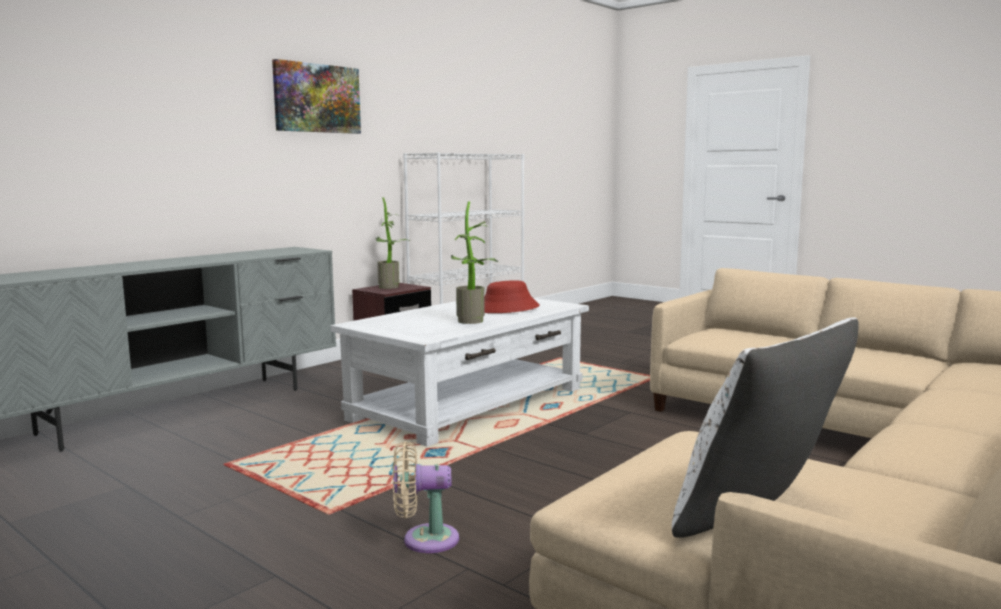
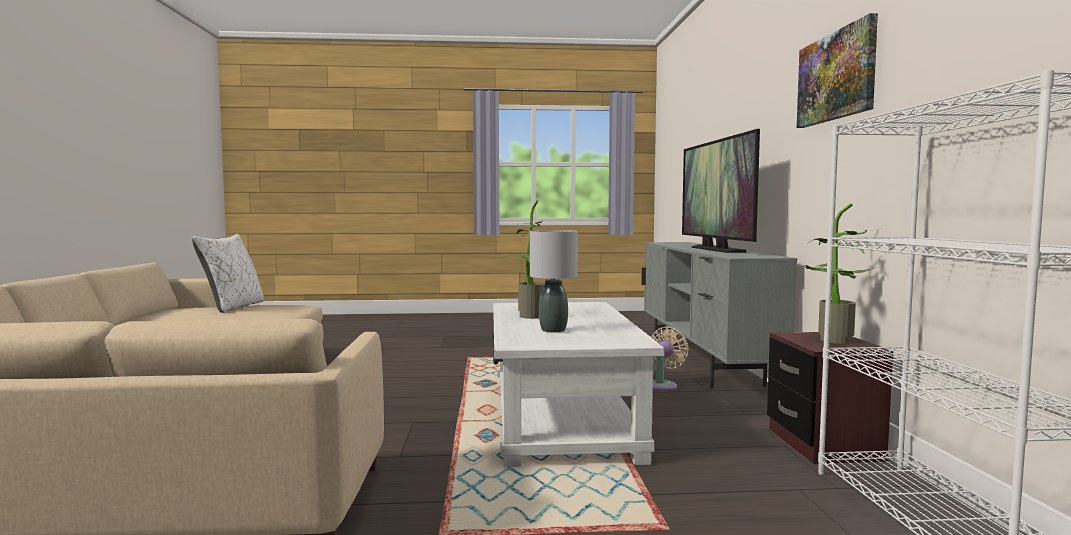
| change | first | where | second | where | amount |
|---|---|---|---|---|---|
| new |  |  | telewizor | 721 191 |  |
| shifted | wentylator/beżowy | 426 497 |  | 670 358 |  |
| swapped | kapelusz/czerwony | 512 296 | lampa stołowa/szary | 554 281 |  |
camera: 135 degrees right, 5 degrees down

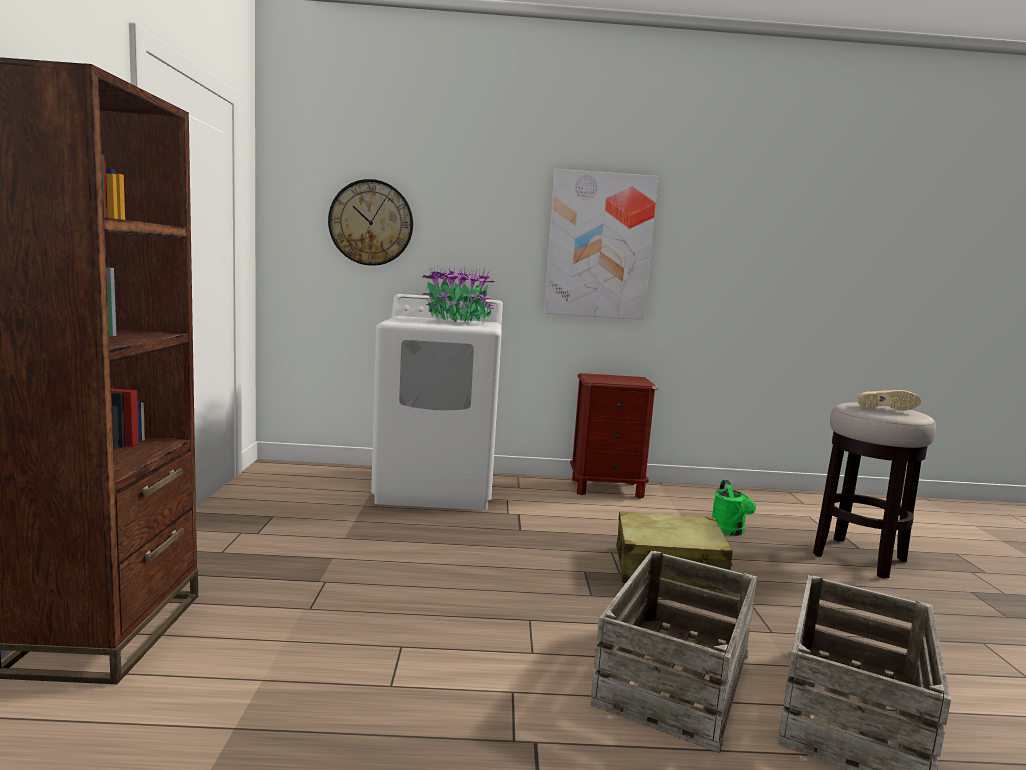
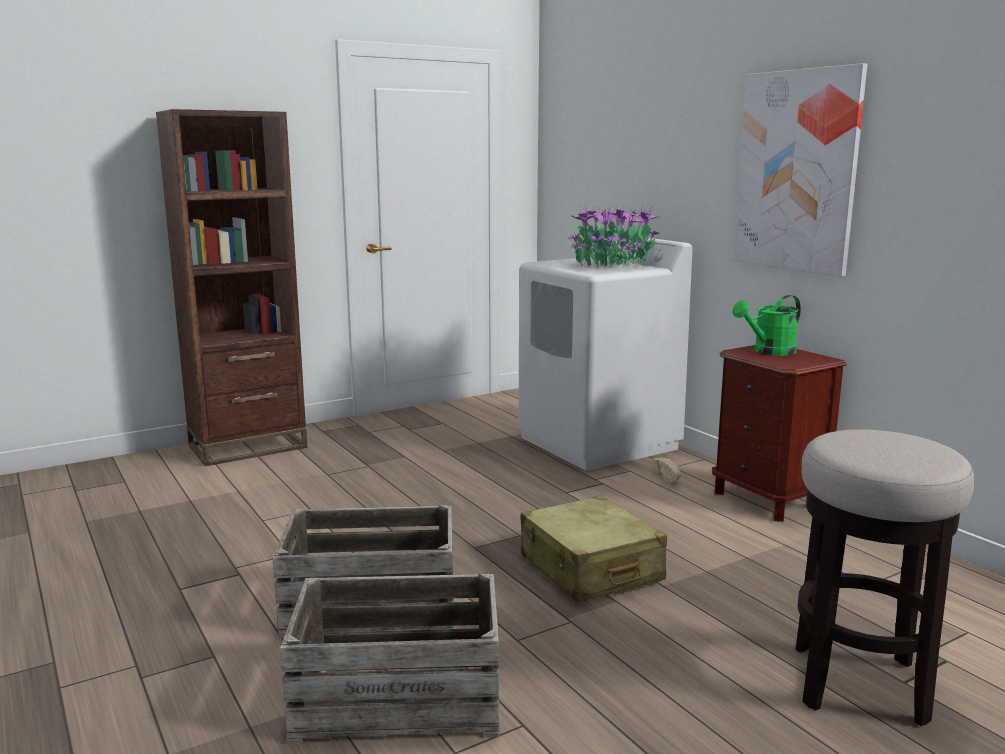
| change | first | where | second | where | amount |
|---|---|---|---|---|---|
| gone | zegar ścienny | 370 222 |  |  |  |
| shifted | konewka/zielony | 734 508 |  | 766 325 |  |
| shifted | but/beżowy | 889 400 |  | 666 470 |  |
camera: 60 degrees right, 5 degrees up

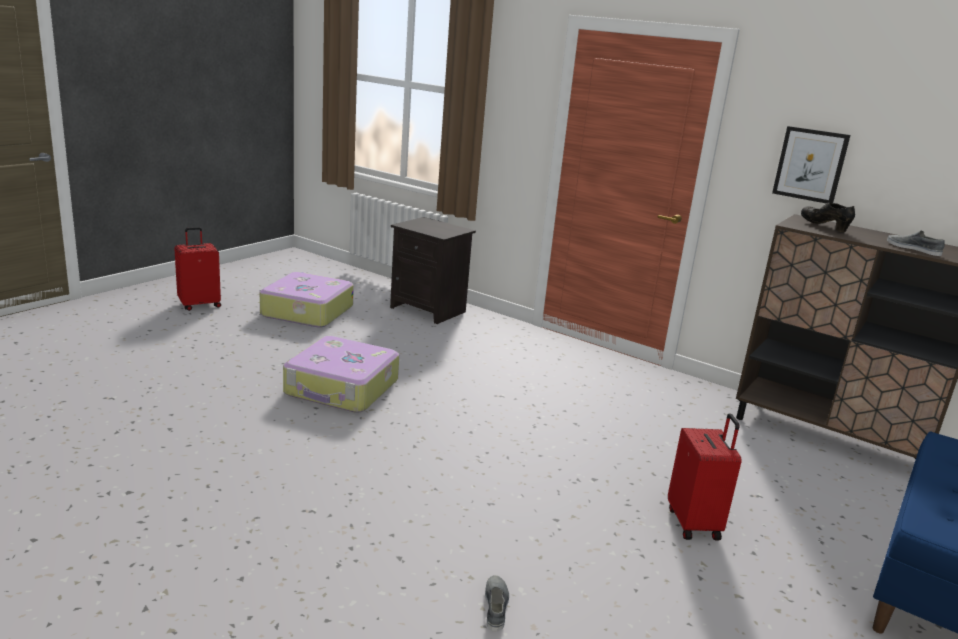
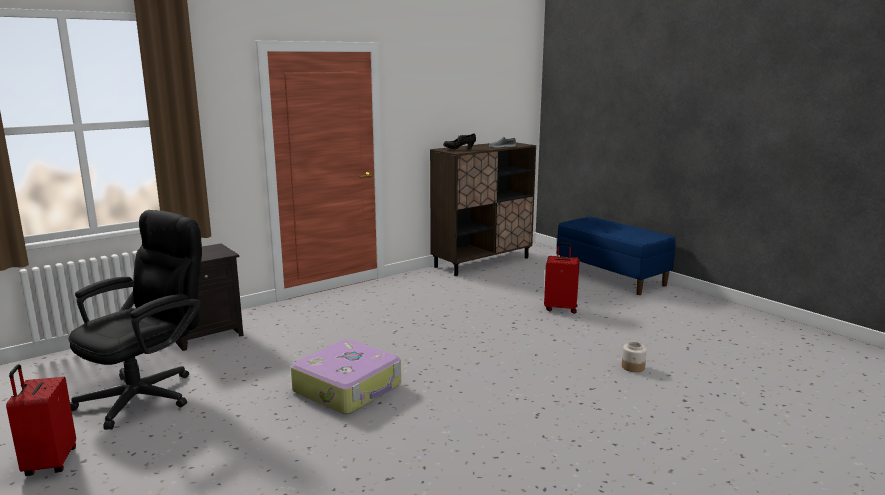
| change | first | where | second | where | amount |
|---|---|---|---|---|---|
| gone | obraz | 811 164 |  |  |  |
| swapped | walizka | 307 300 | krzesło biurowe/czarny | 135 320 |  |
| swapped | but/szary | 497 603 | słoik | 634 357 |  |
camera: 70 degrees left, 5 degrees down

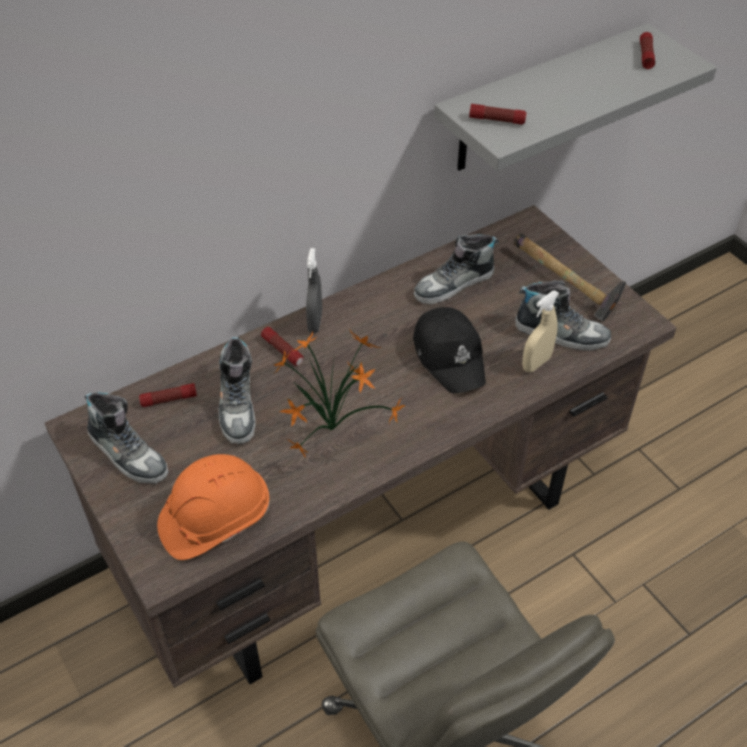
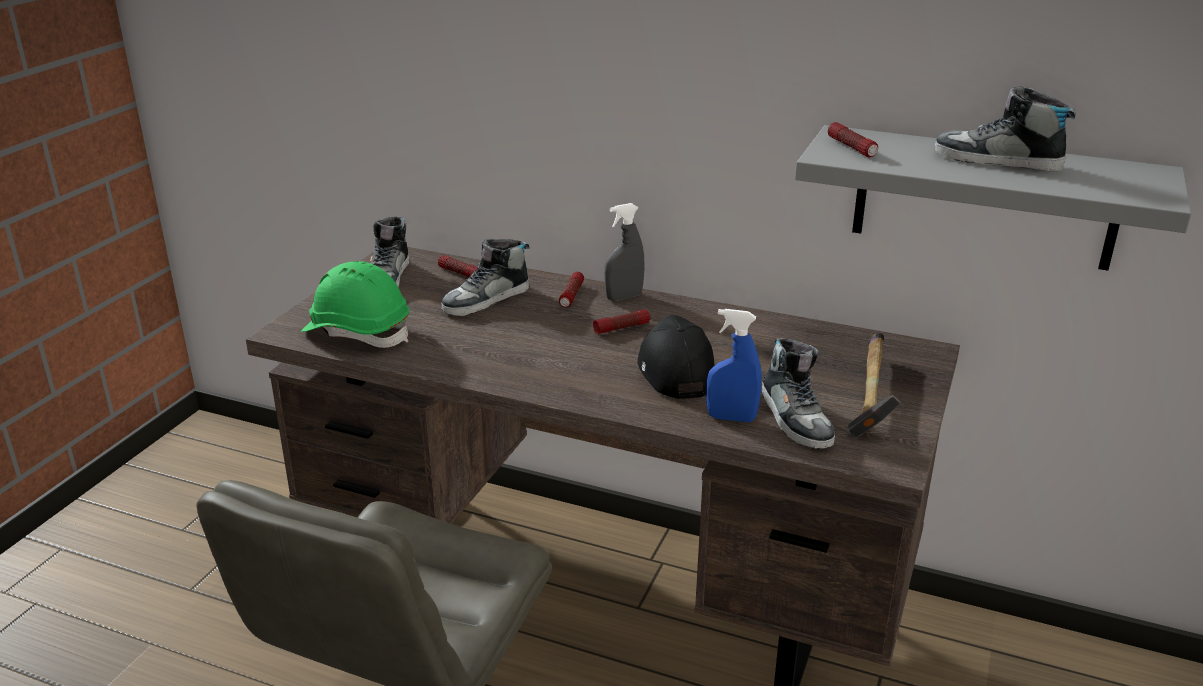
| change | first | where | second | where | amount |
|---|---|---|---|---|---|
| gone | roślina doniczkowa | 339 393 |  |  |  |
| shifted | but | 456 269 |  | 1005 129 |  |
| shifted | latarka | 647 50 |  | 621 321 |  |
| repainted | kask/pomarańczowy | 213 507 | kask/zielony | 355 304 |  |
| repainted | spryskiwacz/beżowy | 540 332 | spryskiwacz/niebieski | 734 365 |  |
| rotated | czapka z daszkiem/czarny | 449 350 |  | 675 357 | 135 degrees clockwise |
camera: 55 degrees right, 20 degrees down

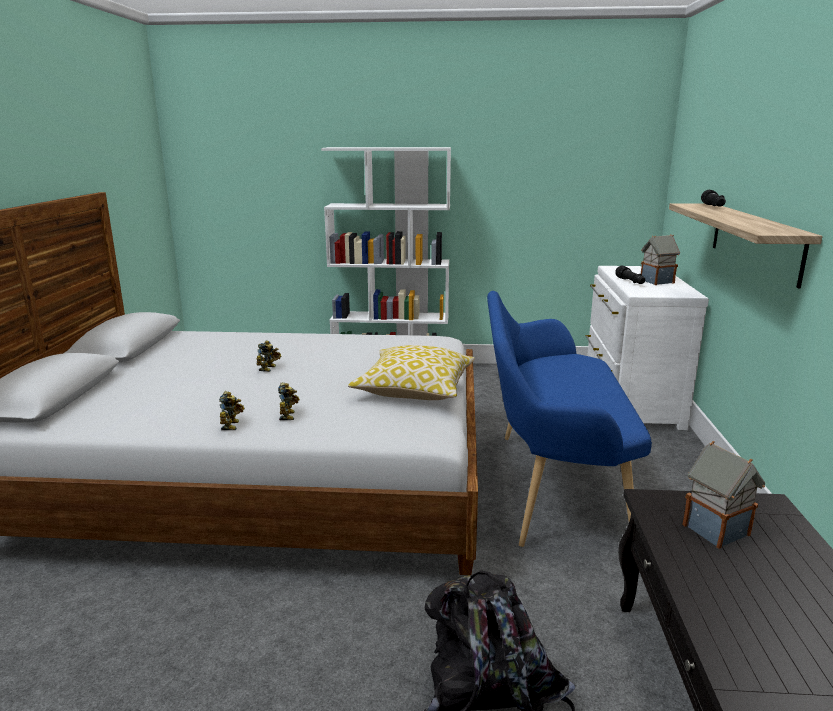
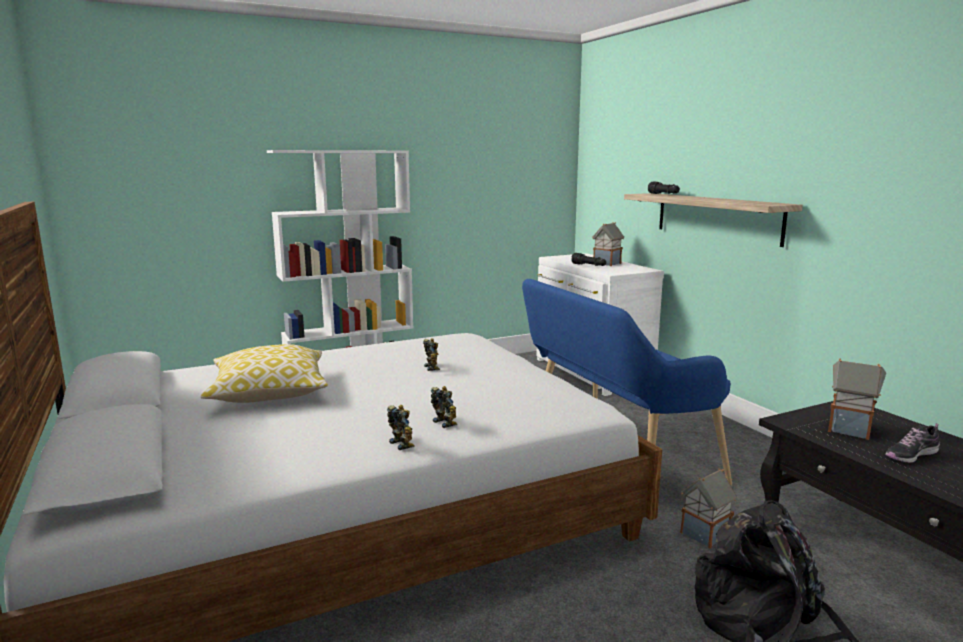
| change | first | where | second | where | amount |
|---|---|---|---|---|---|
| new |  |  | domek | 708 508 |  |
| new |  |  | but | 913 443 |  |
| shifted | robot zabawkowy | 269 356 |  | 431 354 |  |
| shifted | poduszka | 411 372 |  | 264 373 |  |
camera: 30 degrees left, 5 degrees down

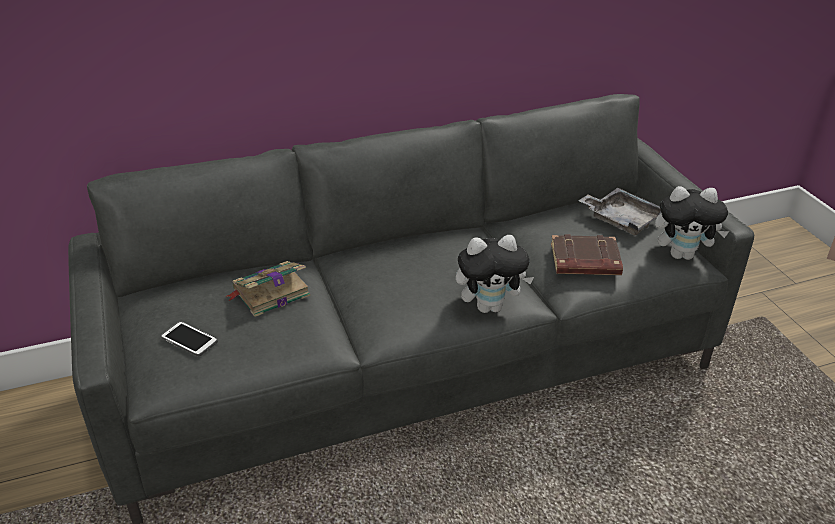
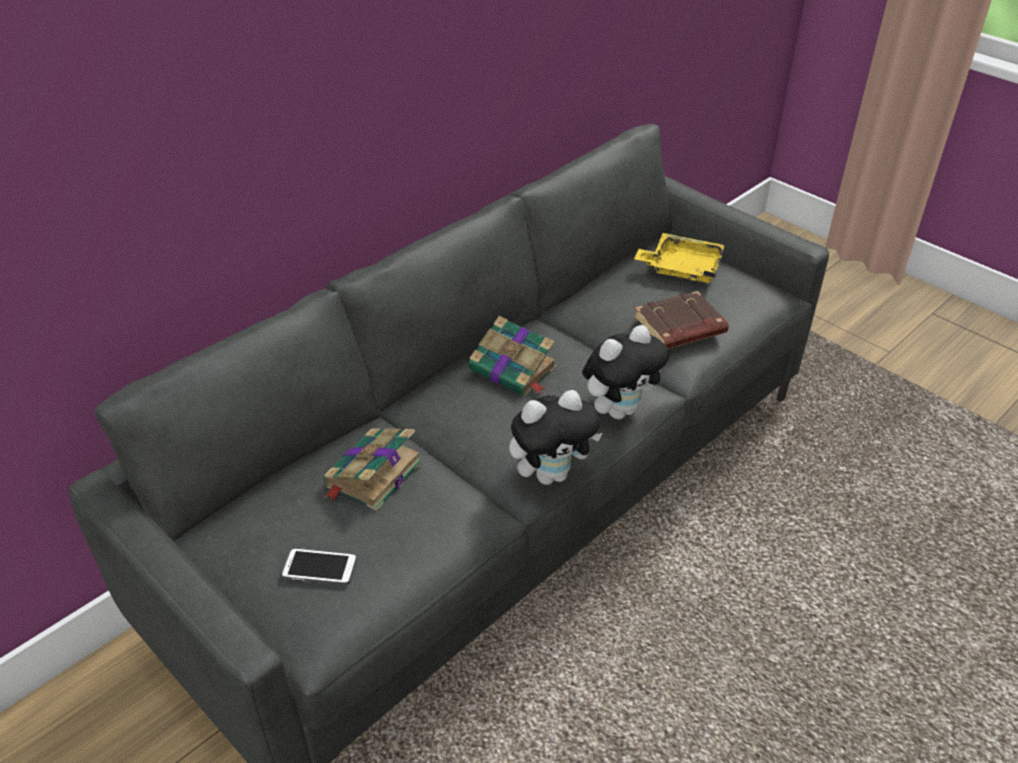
| change | first | where | second | where | amount |
|---|---|---|---|---|---|
| new |  |  | książka | 513 356 |  |
| shifted | pluszak | 692 223 |  | 555 437 |  |
| repainted | taca/szary | 619 211 | taca/żółty | 679 258 |  |
camera: 25 degrees left, 5 degrees up

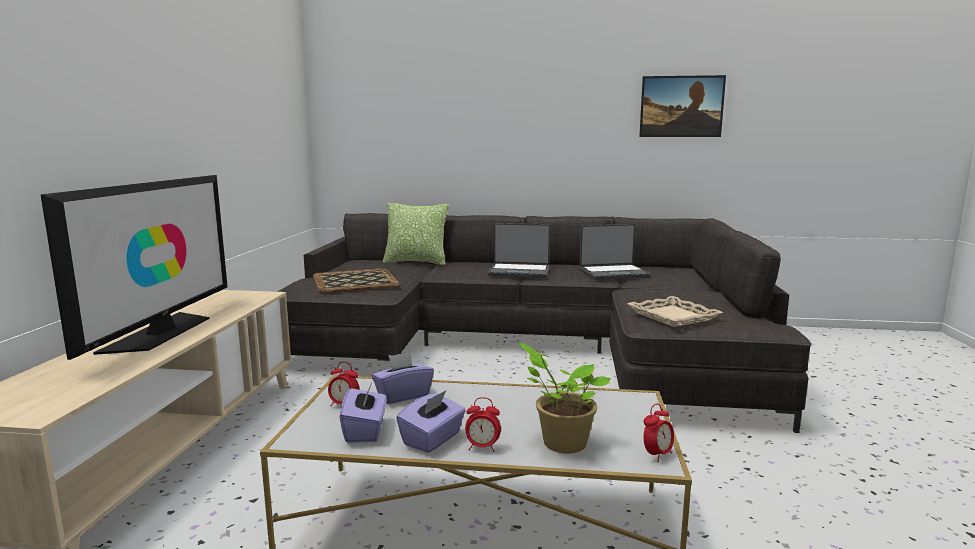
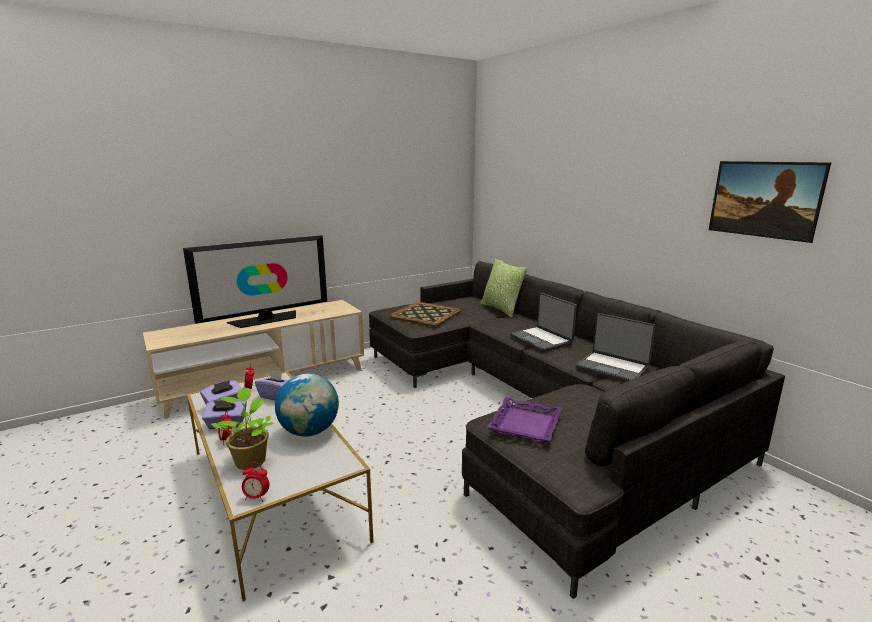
| change | first | where | second | where | amount |
|---|---|---|---|---|---|
| new |  |  | globus | 307 404 |  |
| repainted | taca/beżowy | 675 311 | taca/fioletowy | 524 420 |  |
camera: 50 degrees right, 5 degrees up

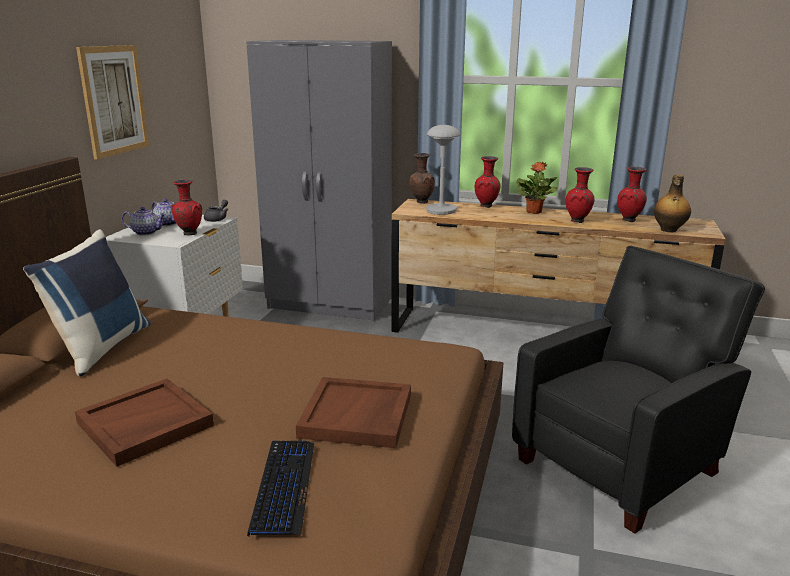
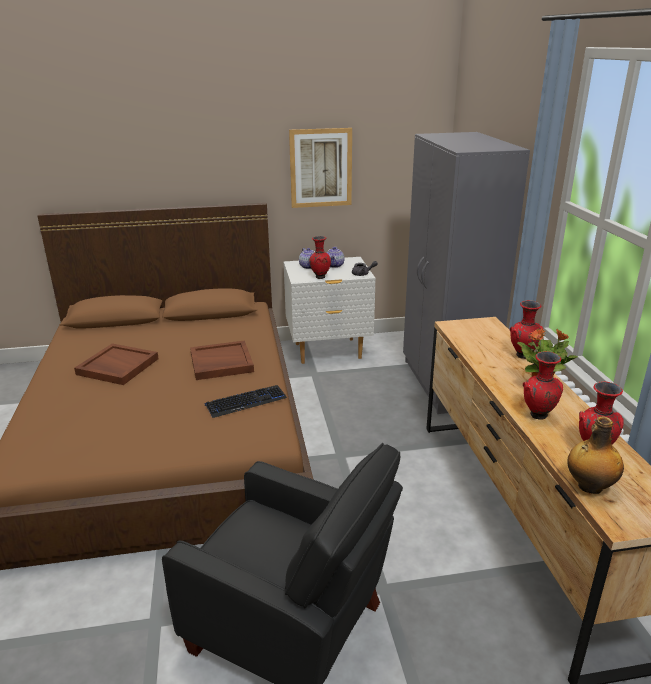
| change | first | where | second | where | amount |
|---|---|---|---|---|---|
| gone | poduszka/niebieski | 87 303 |  |  |  |
| gone | wazon/brązowy | 422 178 |  |  |  |
| gone | lampa stołowa/szary | 443 170 |  |  |  |
| shifted | klawiatura | 280 489 |  | 246 401 |  |
| shifted | taca/brązowy | 353 412 |  | 222 360 |  |
camera: 65 degrees right, 5 degrees up

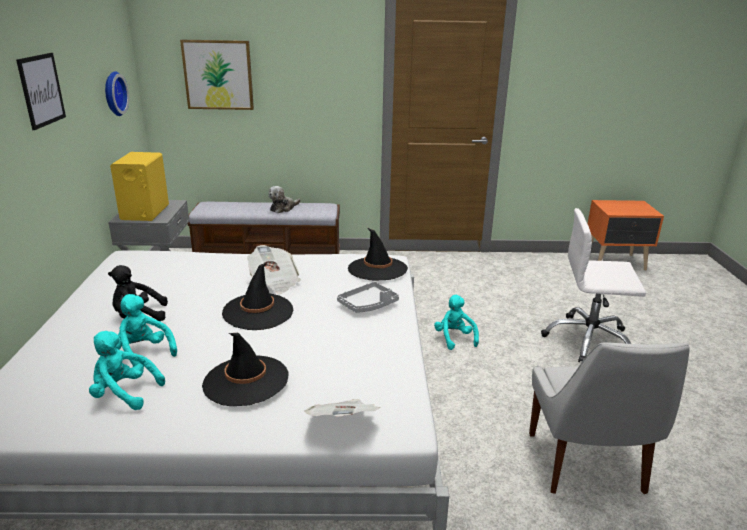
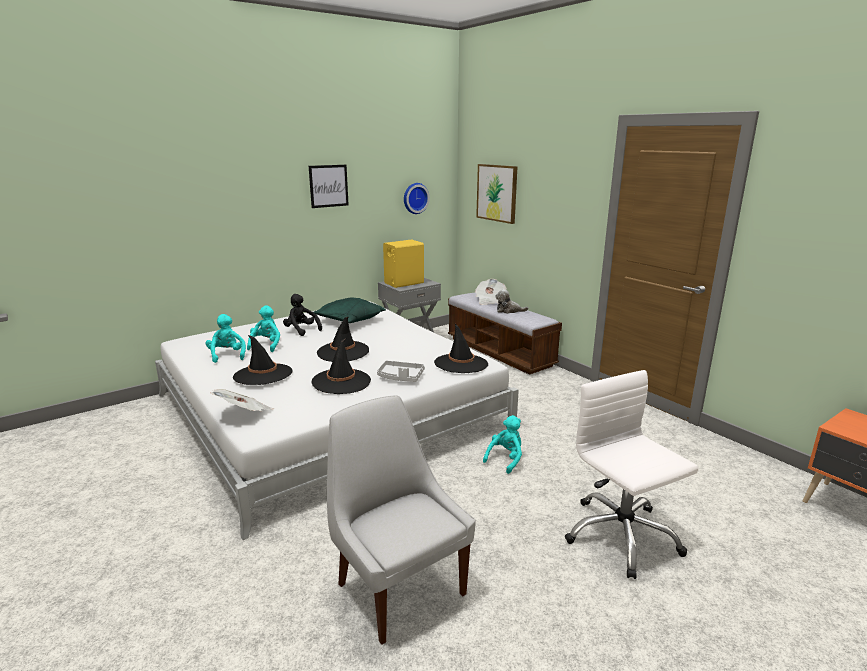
| change | first | where | second | where | amount |
|---|---|---|---|---|---|
| new |  |  | kapelusz/czarny | 341 366 |  |
| new |  |  | poduszka/zielony | 349 310 |  |
| shifted | gazeta | 274 269 |  | 491 292 |  |
| rotated | krzesło/biały | 609 418 |  | 401 520 | 90 degrees clockwise |
camera: 55 degrees right, 5 degrees down

